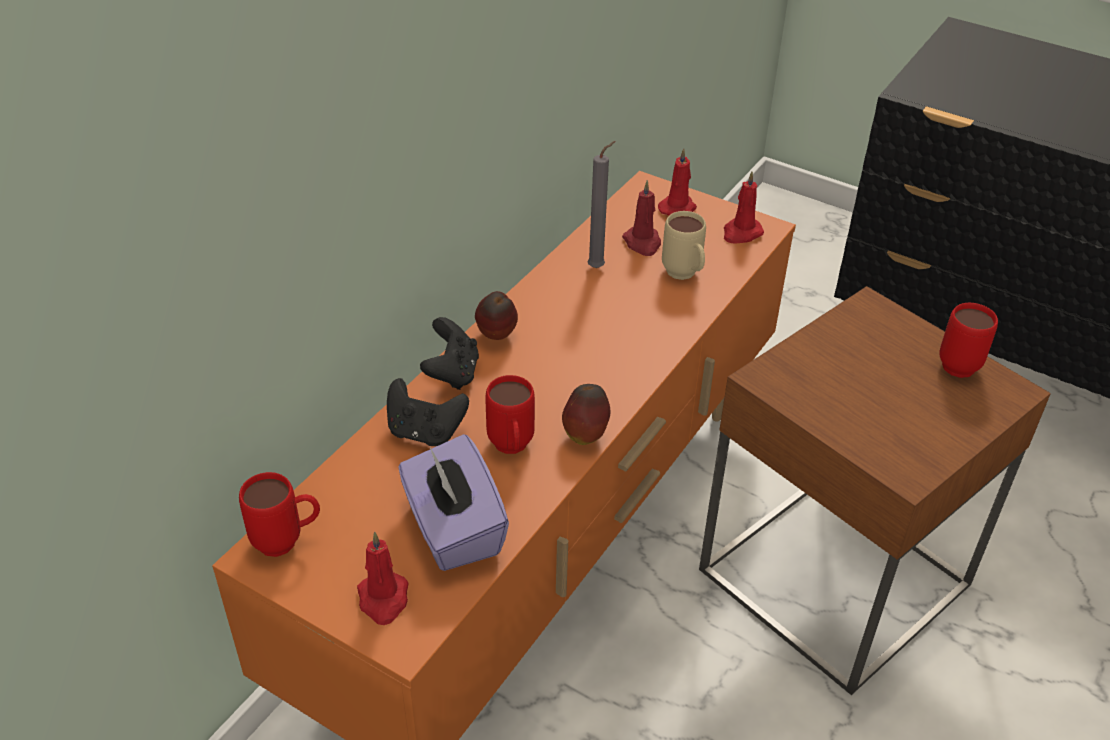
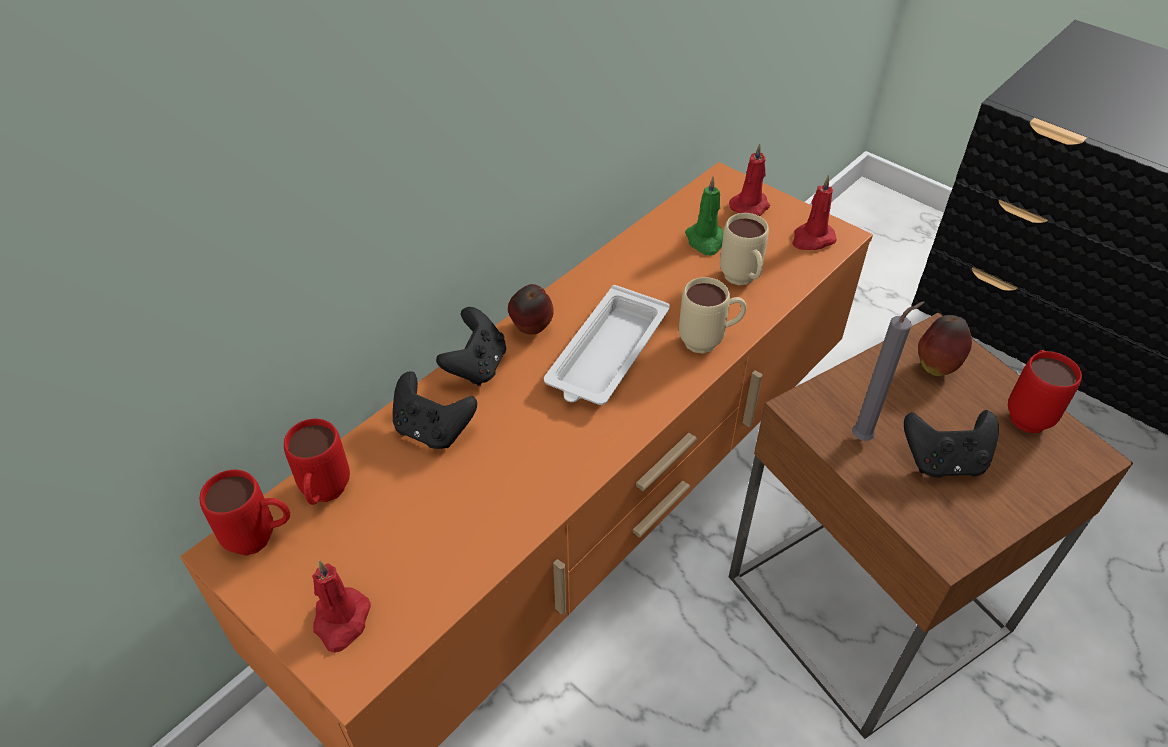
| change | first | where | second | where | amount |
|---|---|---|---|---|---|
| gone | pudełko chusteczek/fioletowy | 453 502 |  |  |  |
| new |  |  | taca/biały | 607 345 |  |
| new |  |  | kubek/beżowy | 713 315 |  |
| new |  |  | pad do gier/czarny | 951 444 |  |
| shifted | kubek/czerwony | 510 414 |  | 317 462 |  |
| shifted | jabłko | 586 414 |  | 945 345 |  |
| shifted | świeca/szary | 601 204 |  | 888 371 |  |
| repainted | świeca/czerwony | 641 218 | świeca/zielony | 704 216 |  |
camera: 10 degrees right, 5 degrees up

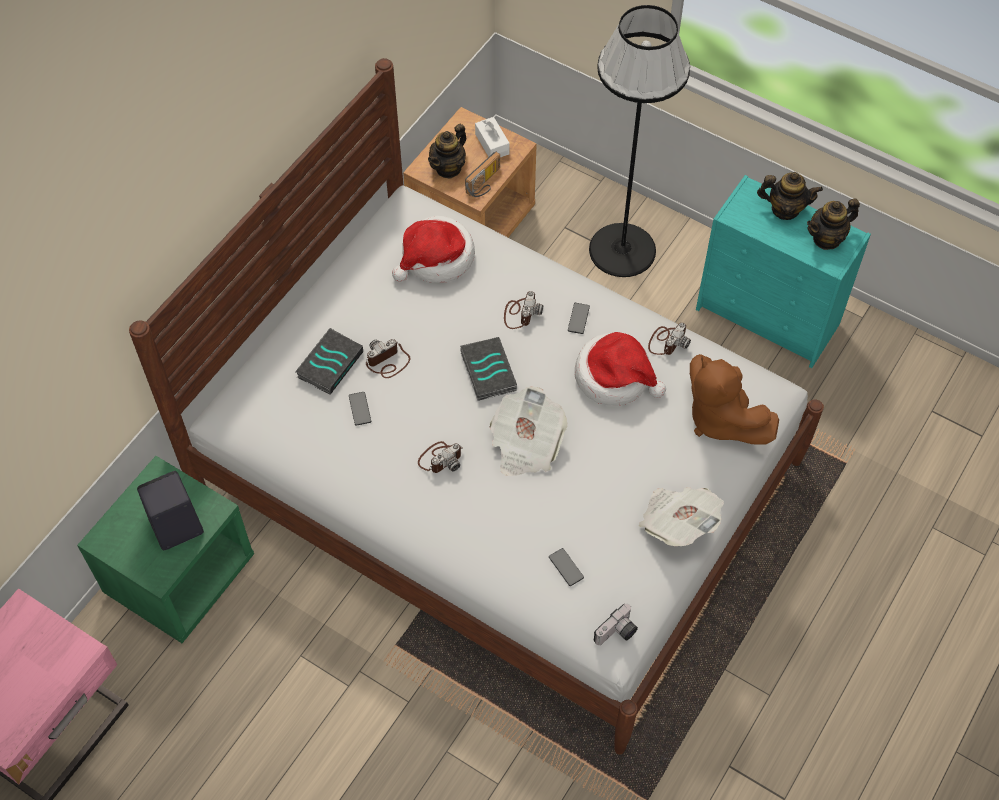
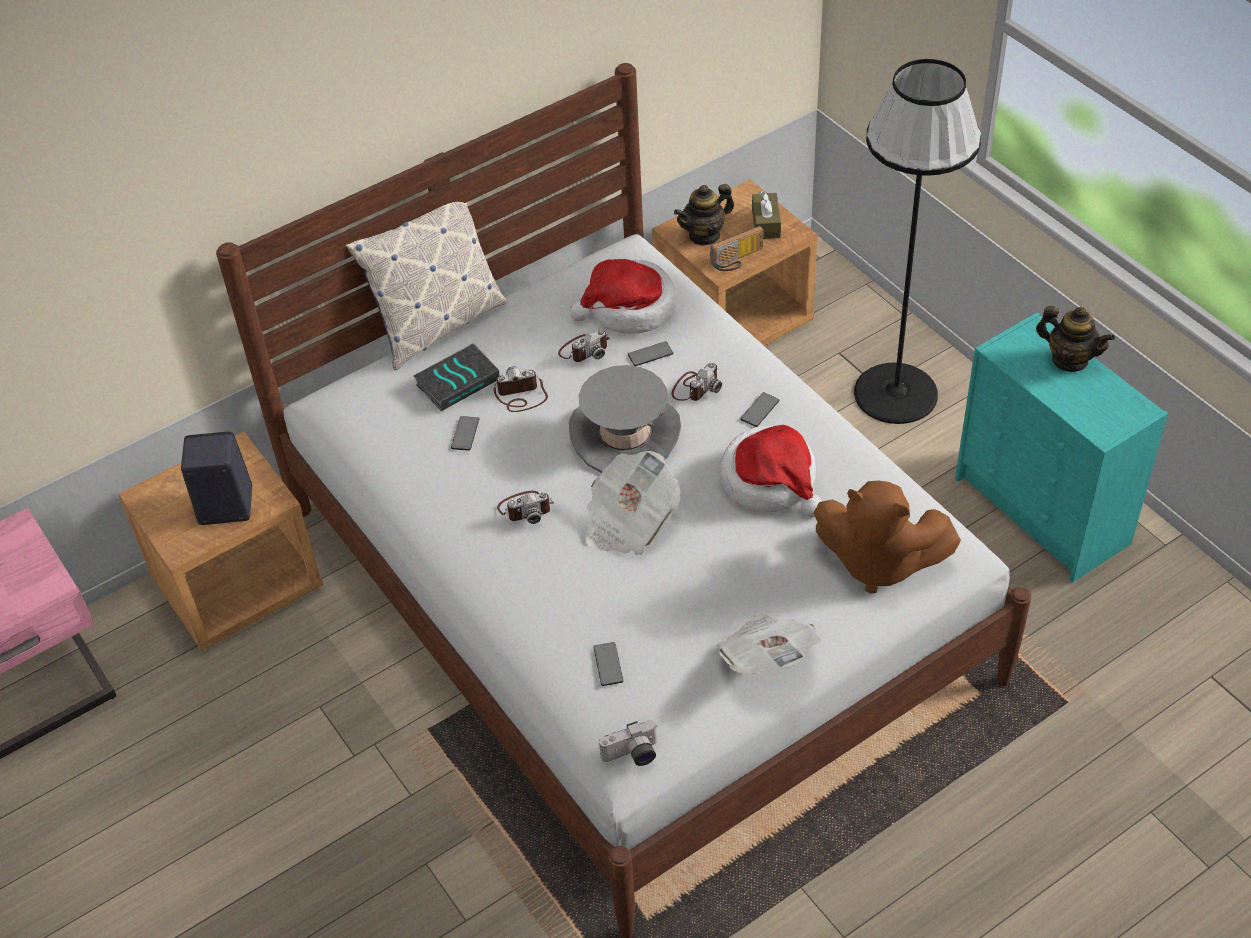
| change | first | where | second | where | amount |
|---|---|---|---|---|---|
| gone | imbryk | 833 224 |  |  |  |
| new |  |  | poduszka | 426 286 |  |
| new |  |  | telefon | 650 353 |  |
| shifted | aparat fotograficzny | 669 339 |  | 583 346 |  |
| swapped | książka | 488 369 | kapelusz/szary | 625 419 |  |
| repainted | szafka nocna/zielony | 165 549 | szafka nocna/brązowy | 220 541 |  |
| repainted | pudełko chusteczek/biały | 492 137 | pudełko chusteczek/brązowy | 766 215 |  |
| rotated | pluszak/brązowy | 734 399 |  | 887 537 | 60 degrees counterclockwise |
camera: 25 degrees right, 10 degrees down

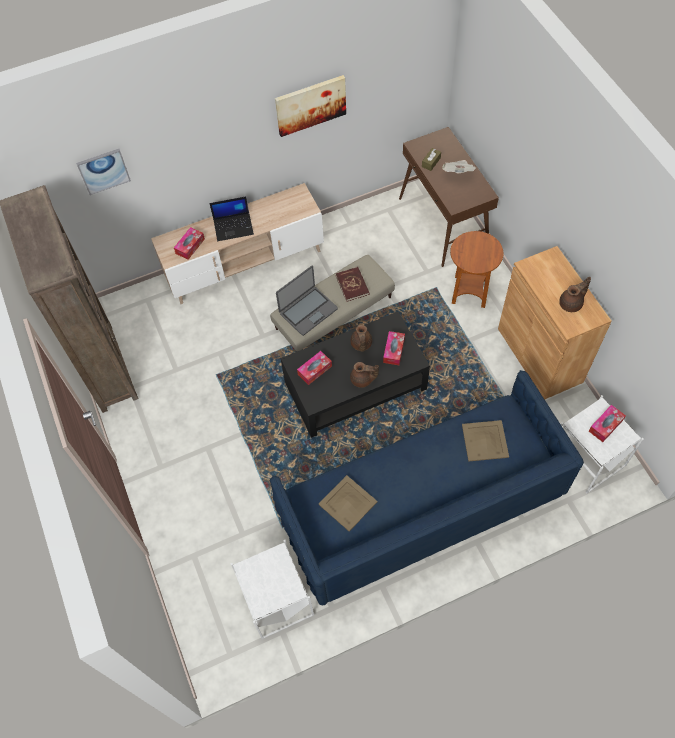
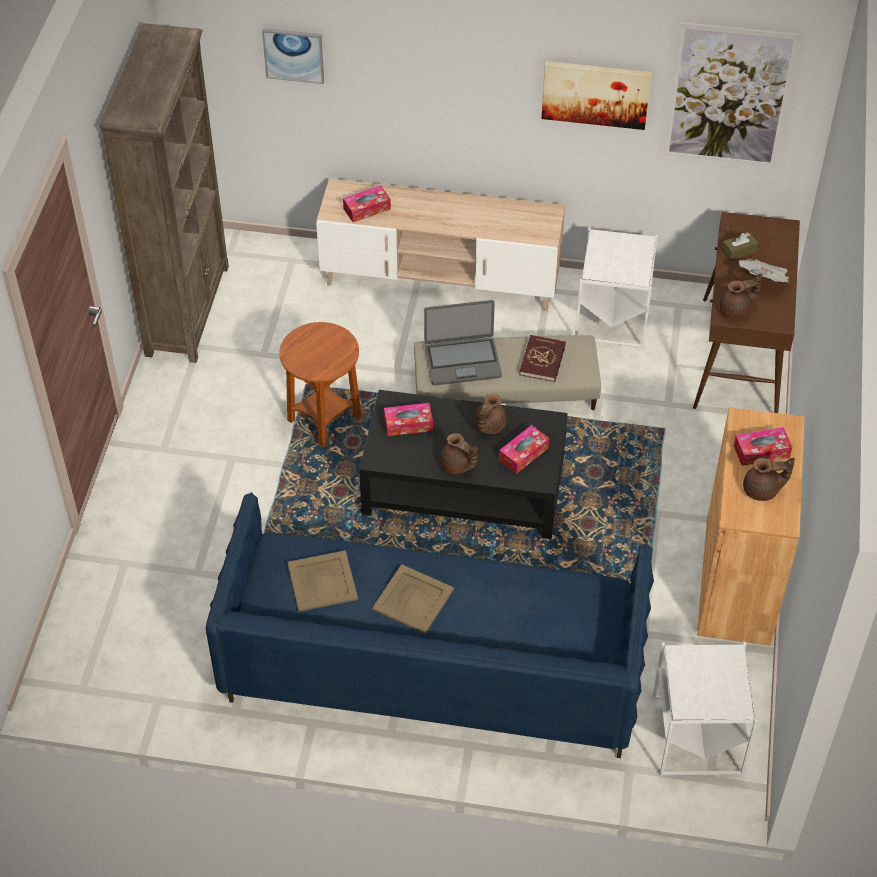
| change | first | where | second | where | amount |
|---|---|---|---|---|---|
| gone | laptop | 231 218 |  |  |  |
| new |  |  | obraz | 732 94 |  |
| new |  |  | imbryk/brązowy | 740 296 |  |
| shifted | stolik/biały | 272 589 |  | 616 287 |  |
| shifted | stolik/brązowy | 476 269 |  | 320 384 |  |
| shifted | taca/beżowy | 485 441 |  | 413 599 |  |
| shifted | pudełko chusteczek | 607 423 |  | 763 446 |  |
camera: 30 degrees right, 10 degrees down

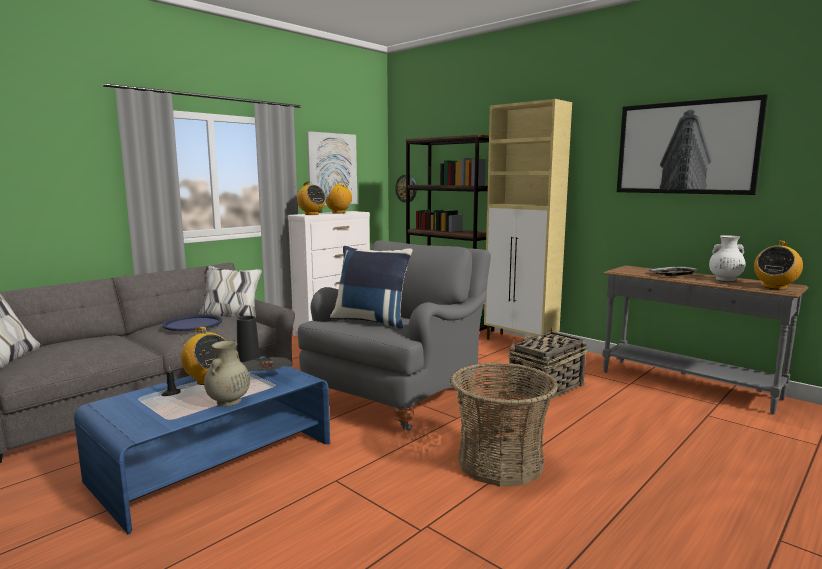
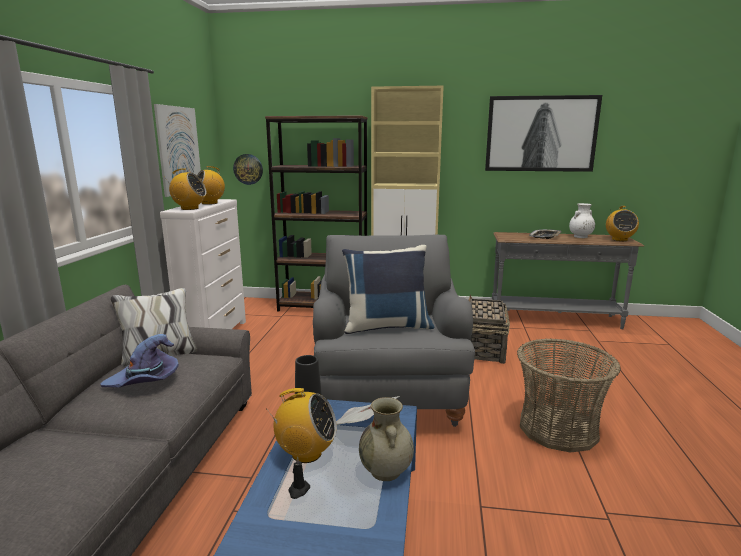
| change | first | where | second | where | amount |
|---|---|---|---|---|---|
| swapped | taca/niebieski | 192 323 | kapelusz/fioletowy | 139 361 |  |
camera: 35 degrees left, 5 degrees up

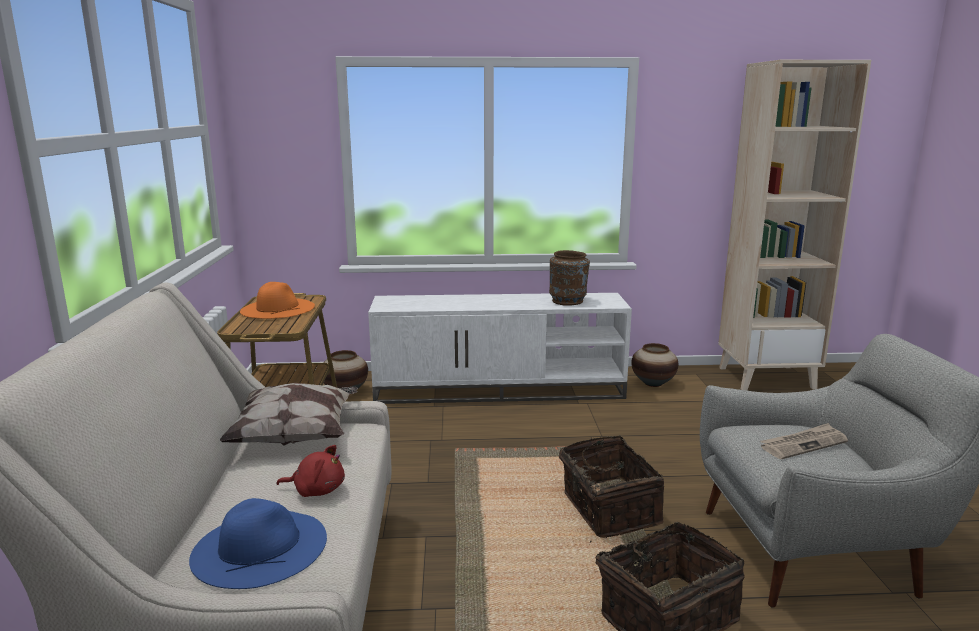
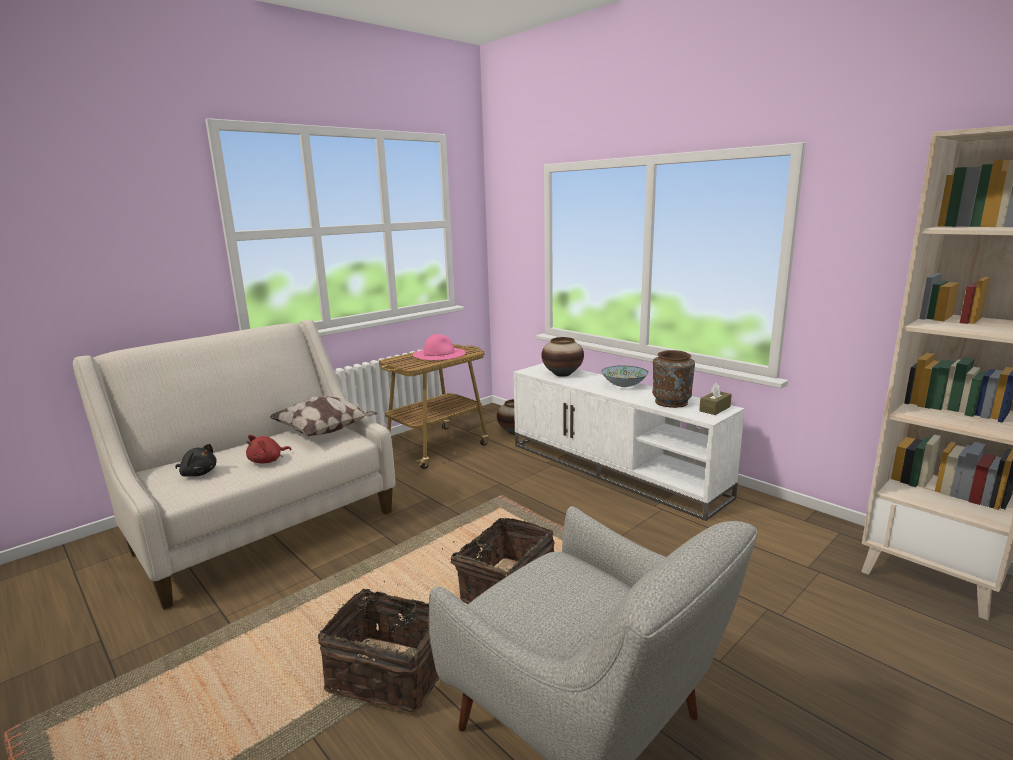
| change | first | where | second | where | amount |
|---|---|---|---|---|---|
| gone | gazeta | 804 441 |  |  |  |
| new |  |  | miska | 624 376 |  |
| new |  |  | pudełko chusteczek/brązowy | 715 399 |  |
| shifted | wazon | 654 365 |  | 563 357 |  |
| swapped | kapelusz/niebieski | 258 543 | pluszak/czarny | 196 460 |  |
| repainted | kapelusz/pomarańczowy | 277 300 | kapelusz/różowy | 439 347 |  |
| rotated | pluszak/czerwony | 310 471 |  | 268 449 | 75 degrees clockwise |
camera: 50 degrees right, 0 degrees up

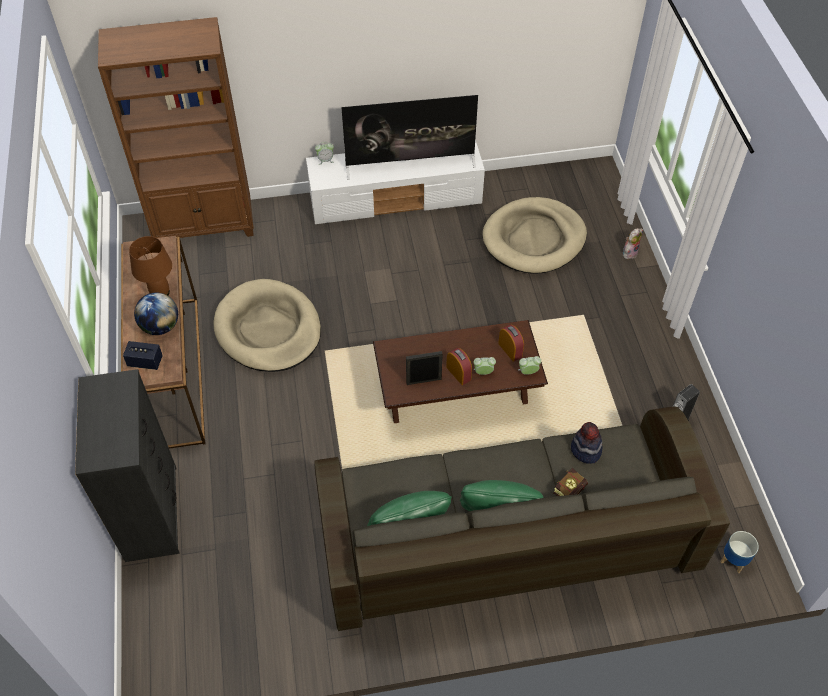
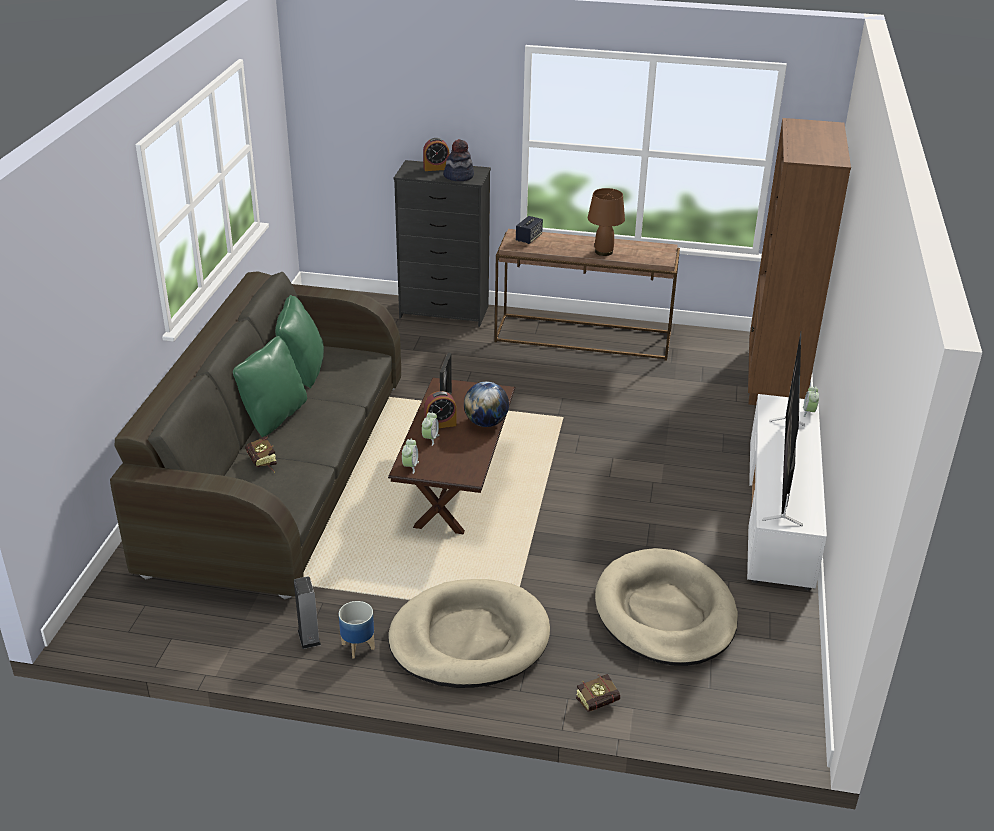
| change | first | where | second | where | amount |
|---|---|---|---|---|---|
| shifted | globus | 156 313 |  | 486 404 |  |
| shifted | legowisko/beżowy | 267 325 |  | 469 633 |  |
| shifted | budzik | 511 343 |  | 436 154 |  |
| shifted | kapelusz | 586 443 |  | 458 160 |  |
| shifted | donica | 739 552 |  | 357 630 |  |
| swapped | pluszak | 633 243 | książka | 598 693 |  |
camera: 110 degrees right, 20 degrees down

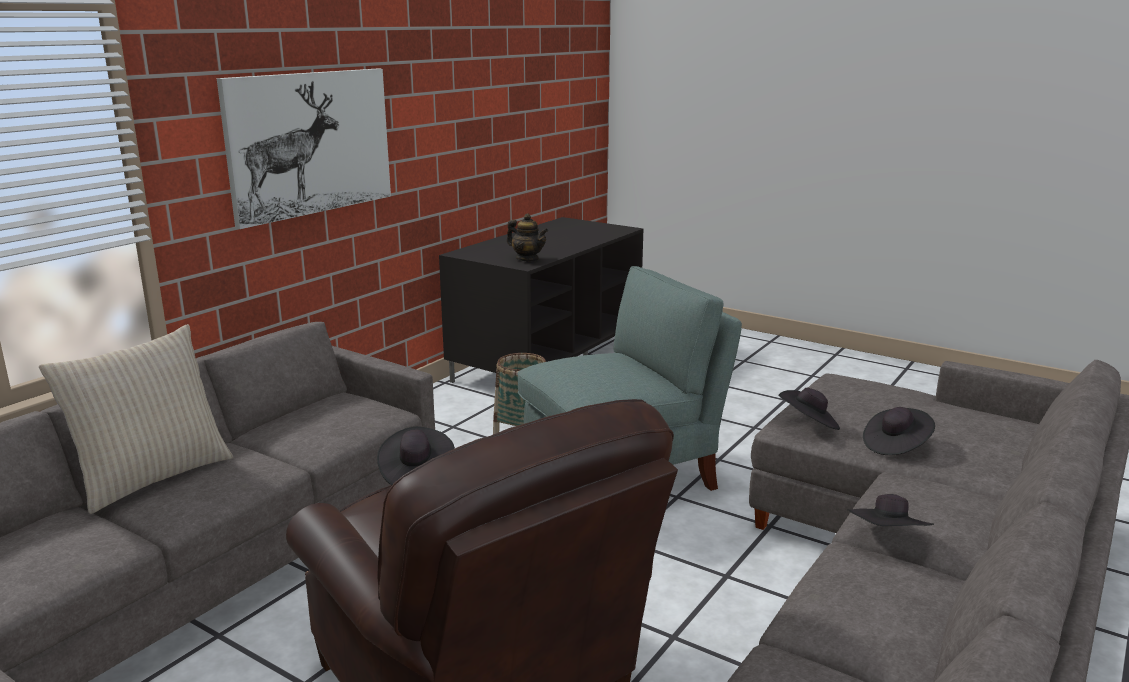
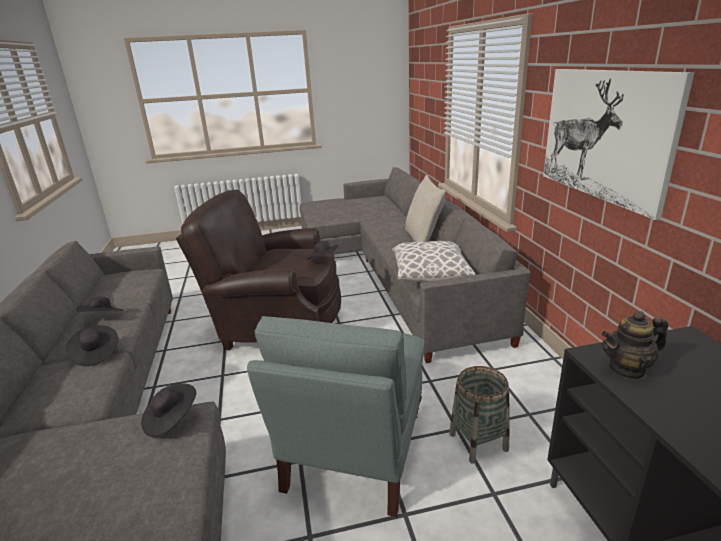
| change | first | where | second | where | amount |
|---|---|---|---|---|---|
| new |  |  | poduszka | 434 262 |  |
| shifted | kapelusz/czarny | 899 431 |  | 99 304 |  |
camera: 135 degrees right, 5 degrees up

